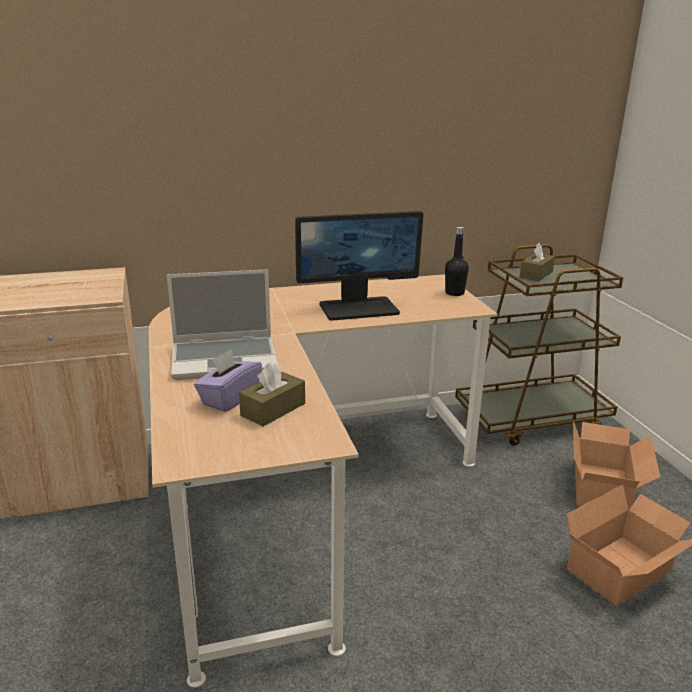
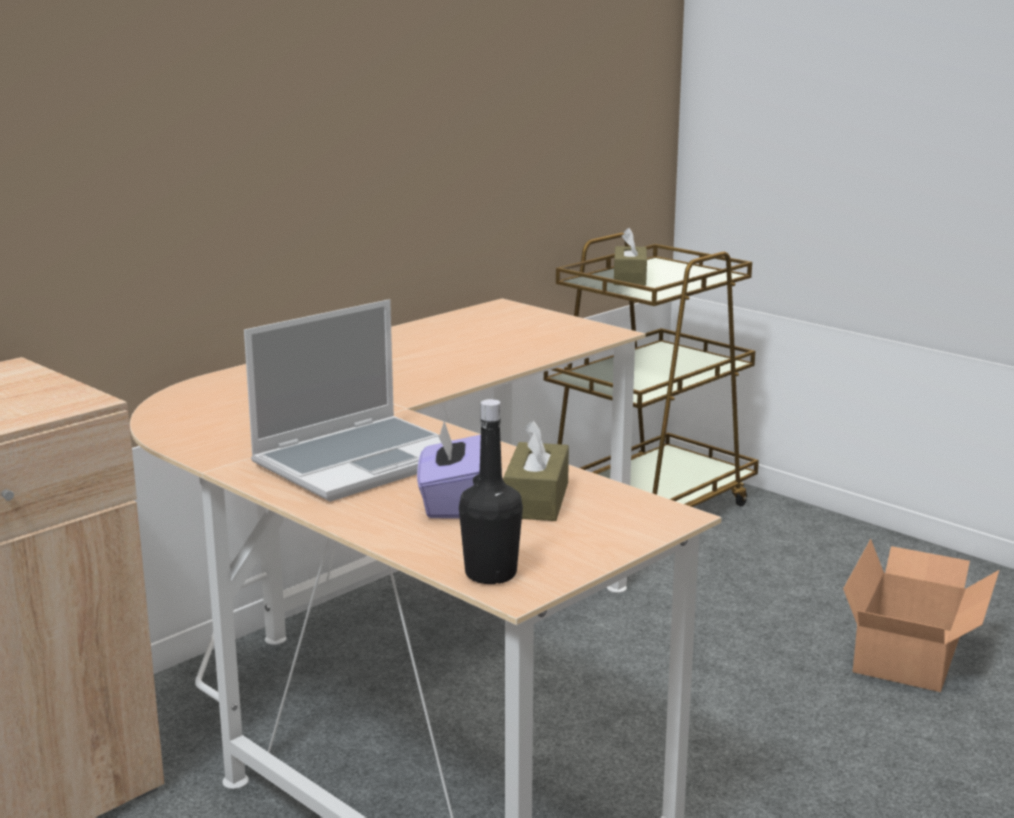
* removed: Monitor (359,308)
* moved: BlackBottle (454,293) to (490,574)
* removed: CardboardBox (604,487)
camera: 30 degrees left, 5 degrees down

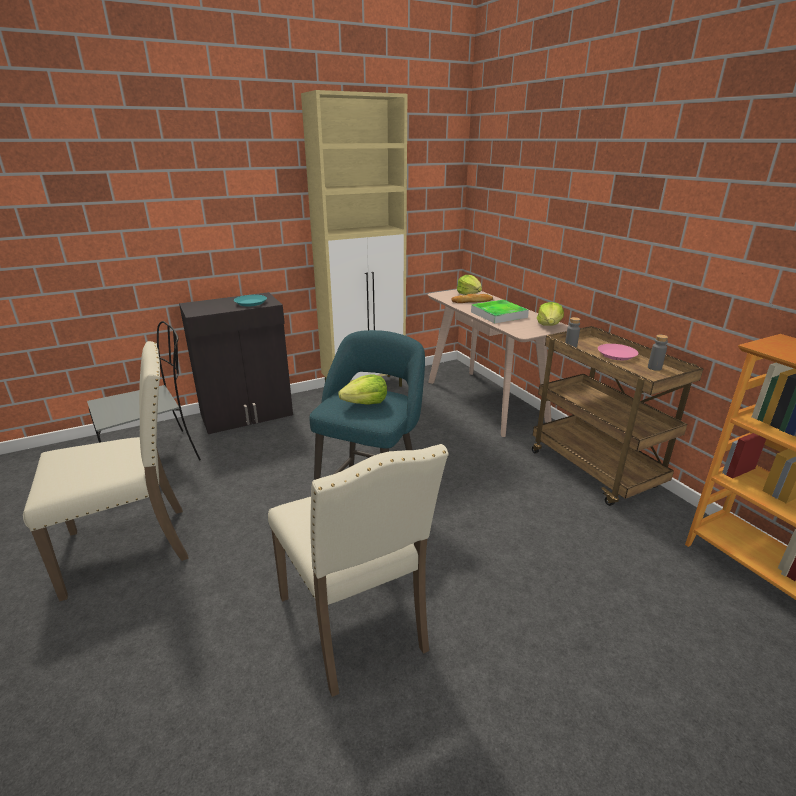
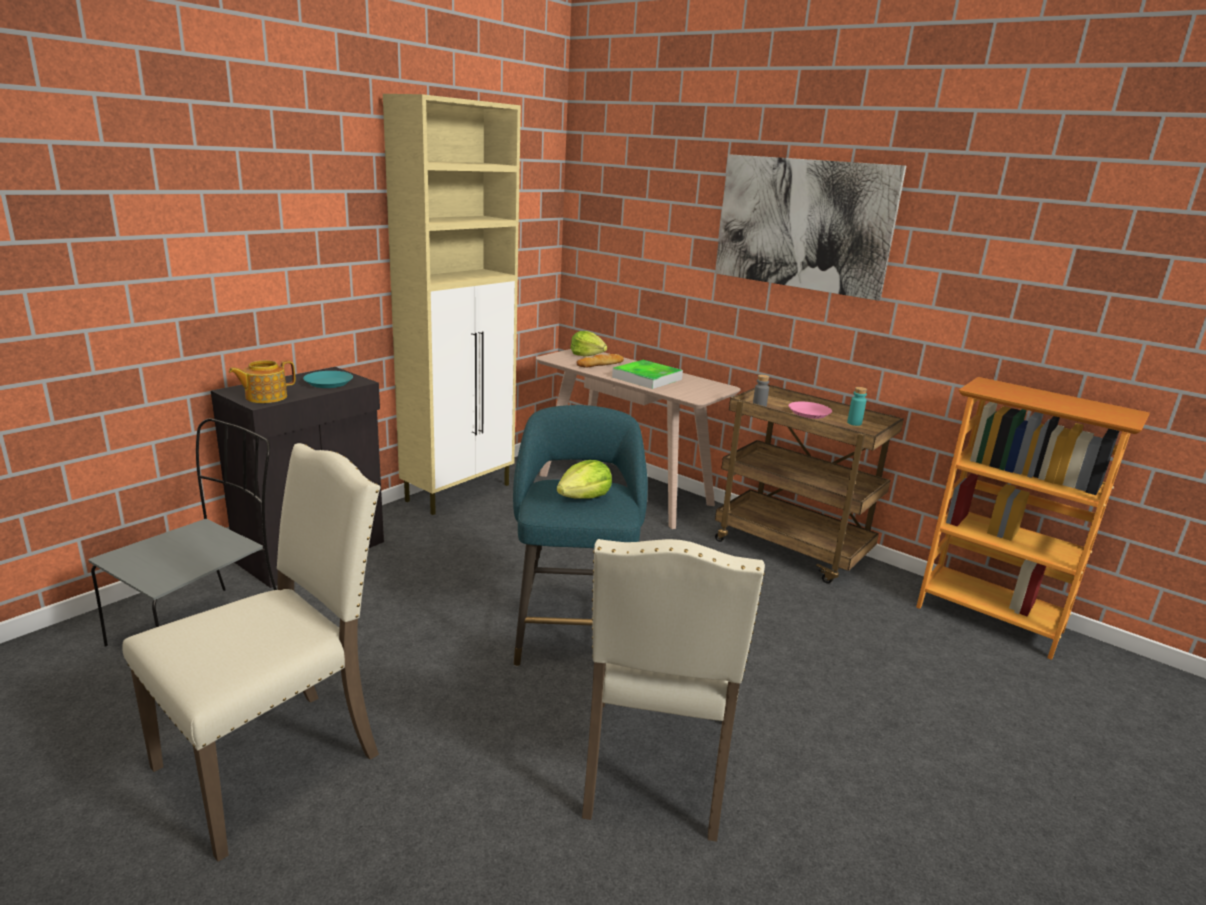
* turned: BeigeChair (356,623) = (656,768) 60 degrees clockwise
* removed: Lettuce (549,325)
* recoloured: GreyBottle (654,368) to TurquoiseBottle (854,423)
* added: Teapot (265,397)
* added: Picture (802,224)
camera: 25 degrees left, 5 degrees down

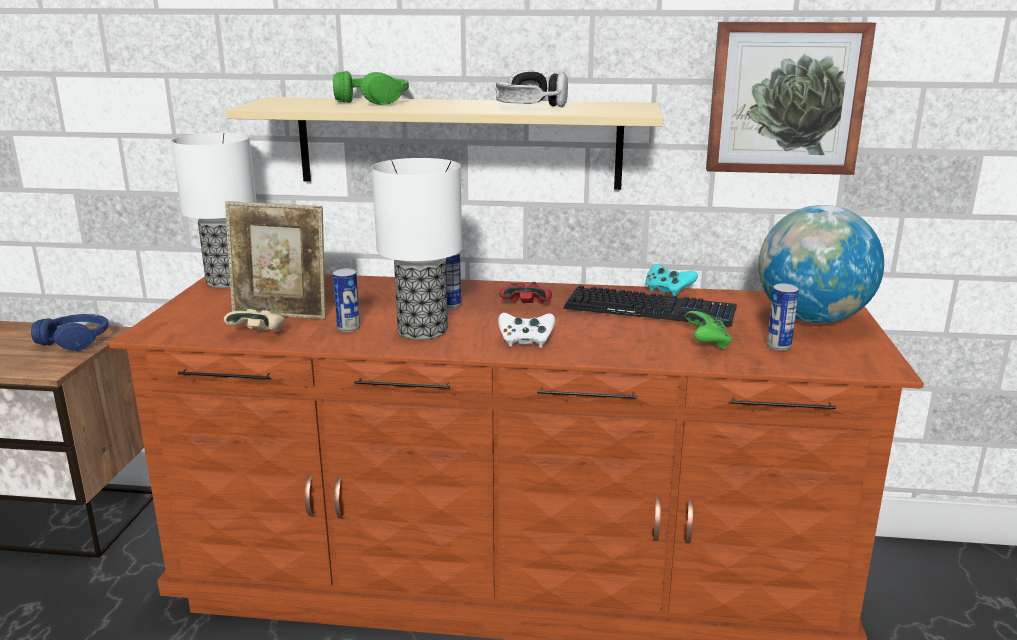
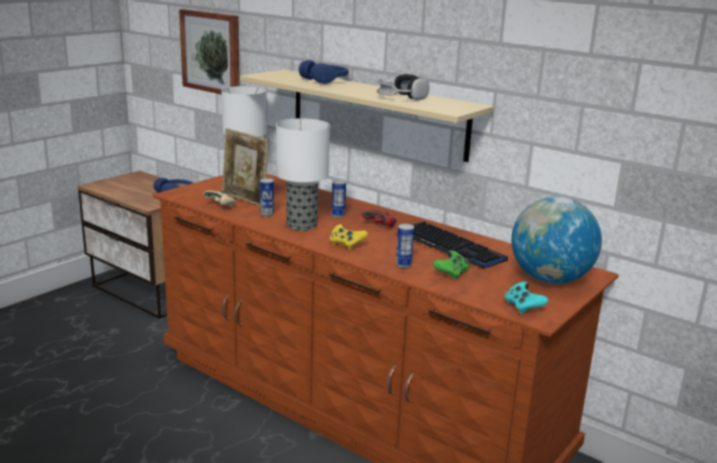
* recoloured: GreenHeadphones (373,101) to BlueHeadphones (325,80)
* recoloured: WhiteGameController (525,342) to YellowGameController (346,245)
* moved: TurquoiseGameController (667,291) to (523,307)
* moved: Picture (785,98) to (212,52)
* moved: Can (778,346) to (403,265)
camera: 30 degrees right, 0 degrees up

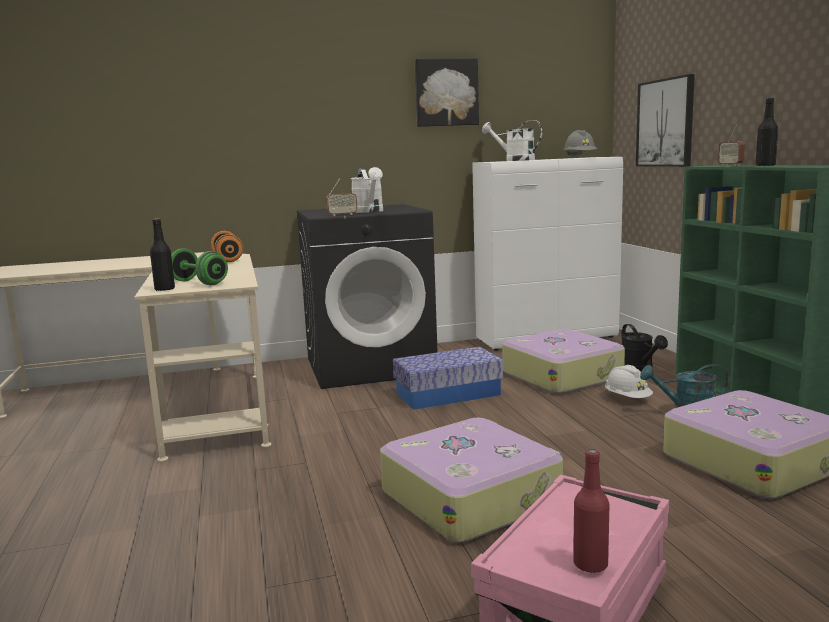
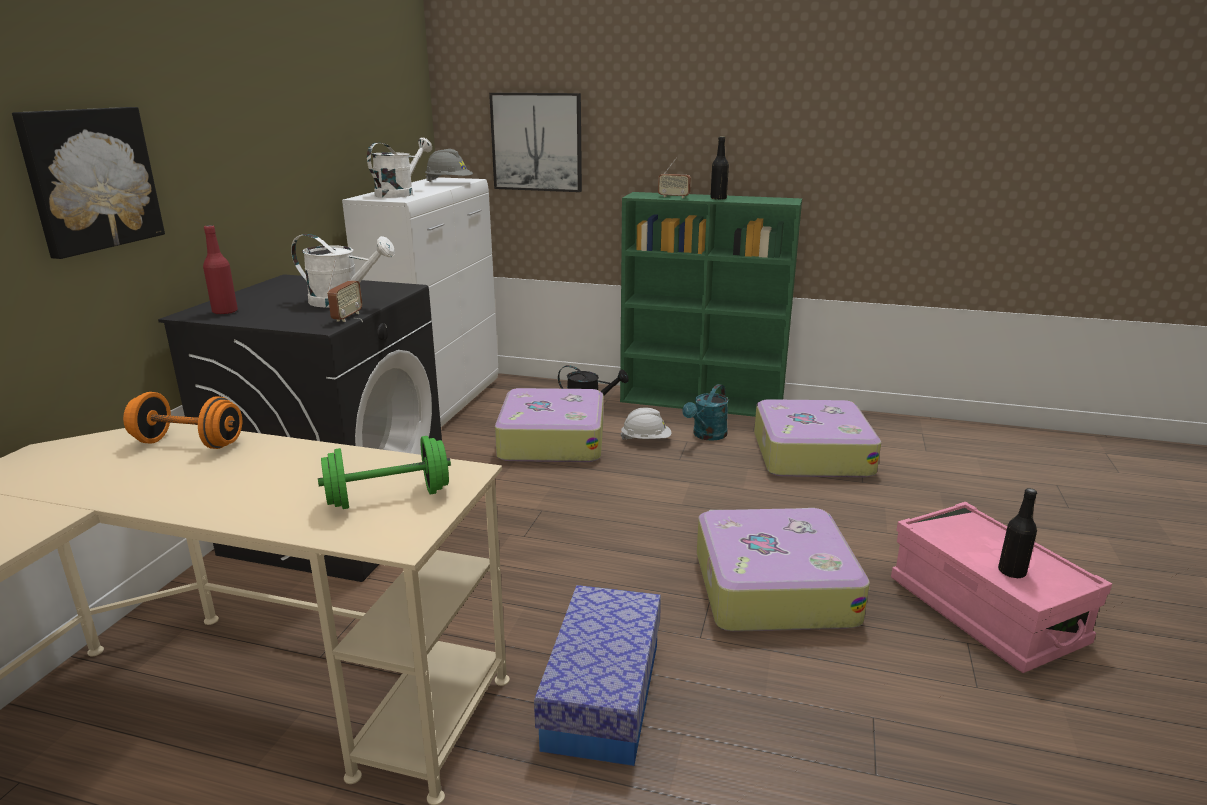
* moved: BlackBottle (164,289) to (1011,572)
* moved: StorageBox (448,394) to (603,694)
* moved: Picture (446,93) to (90,179)
* turned: WhiteWateringCan (514,160) = (399,194) 150 degrees clockwise
* moved: RedBottle (590,564) to (225,312)
camera: 60 degrees left, 10 degrees up

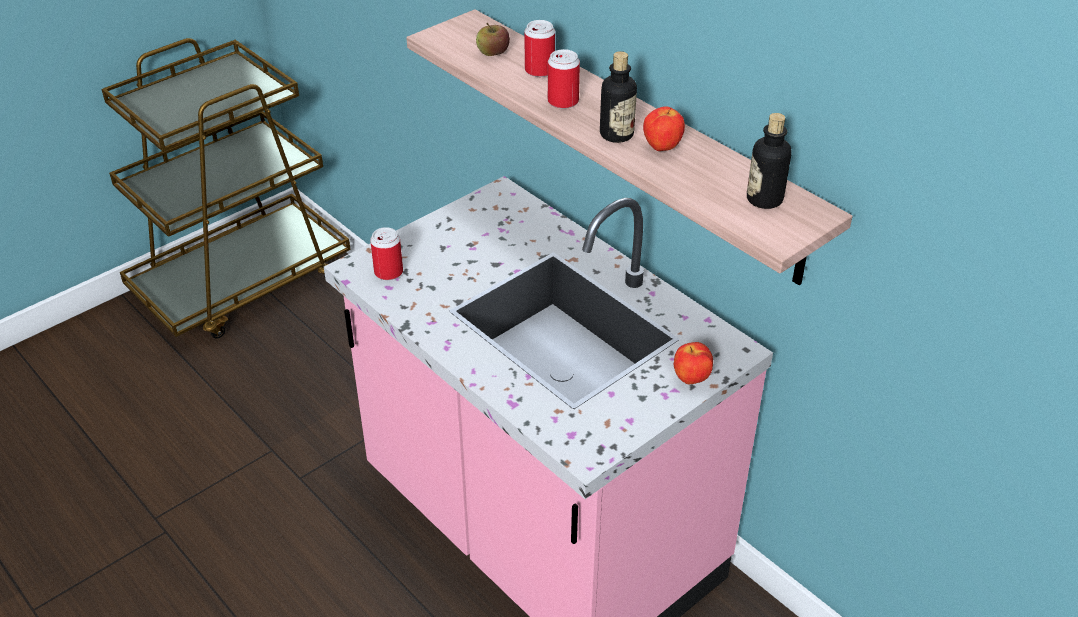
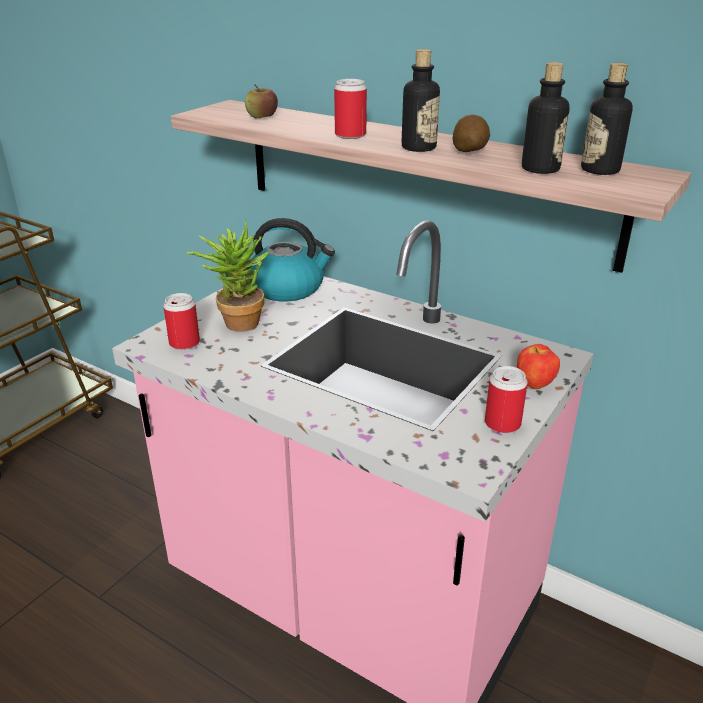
* moved: Can (539,70) to (502,424)
* replaced: Apple (662,147) to Potato (469,151)
* added: PottedPlant (237,321)
* added: Kettle (288,288)
* added: Bottle (540,169)
camera: 15 degrees left, 10 degrees down

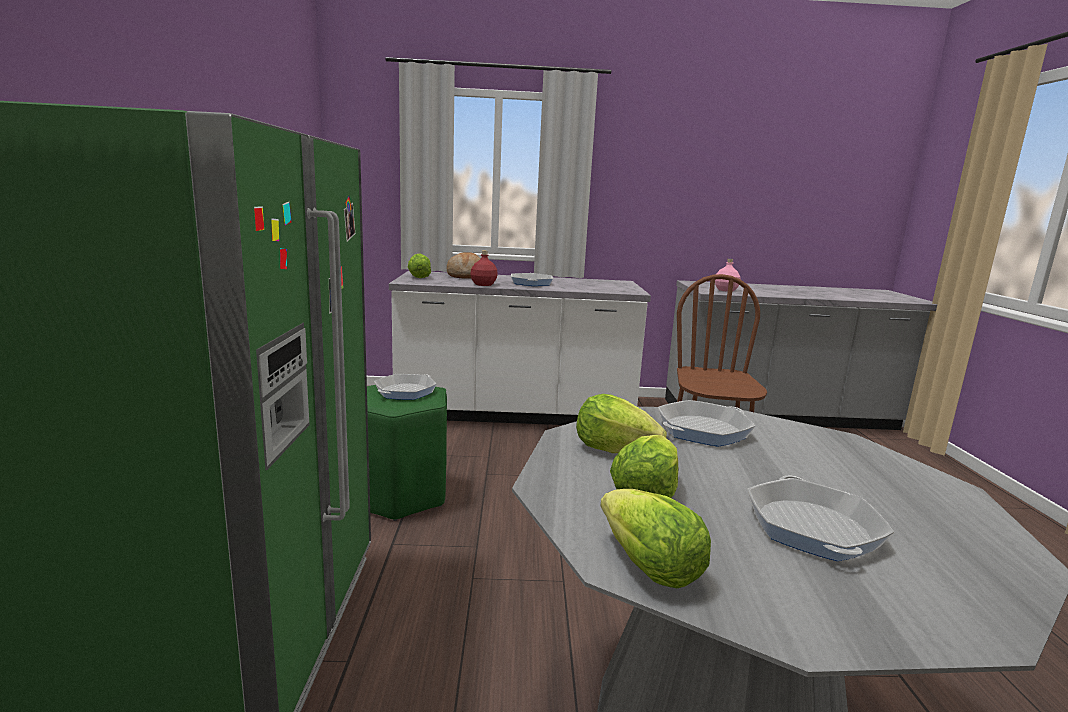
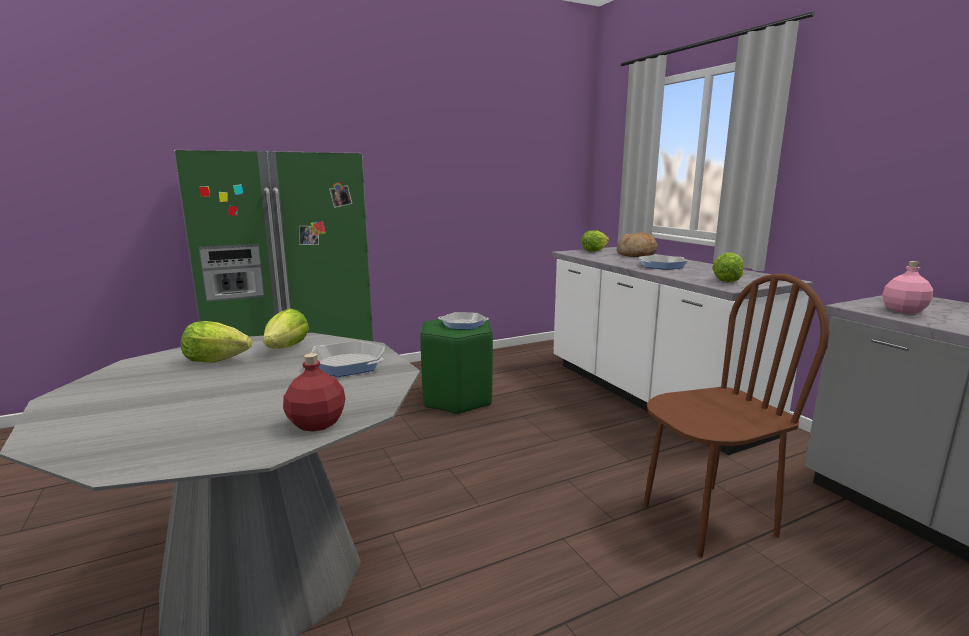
* moved: RedBottle (483,284) to (317,423)
* moved: Lettuce (649,568) to (727,280)
* removed: FryingPan (812,527)
camera: 65 degrees right, 0 degrees up

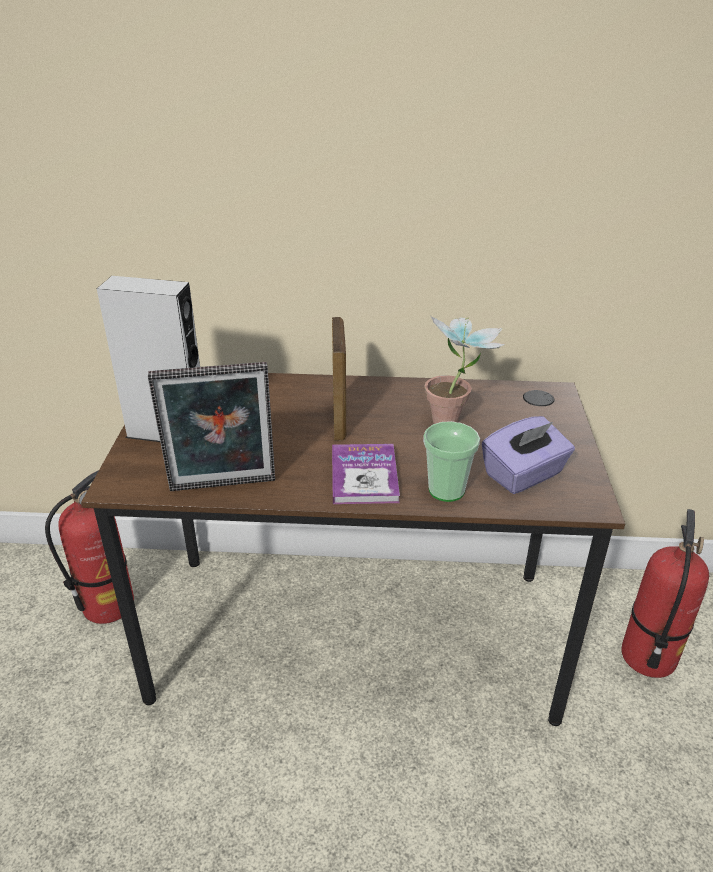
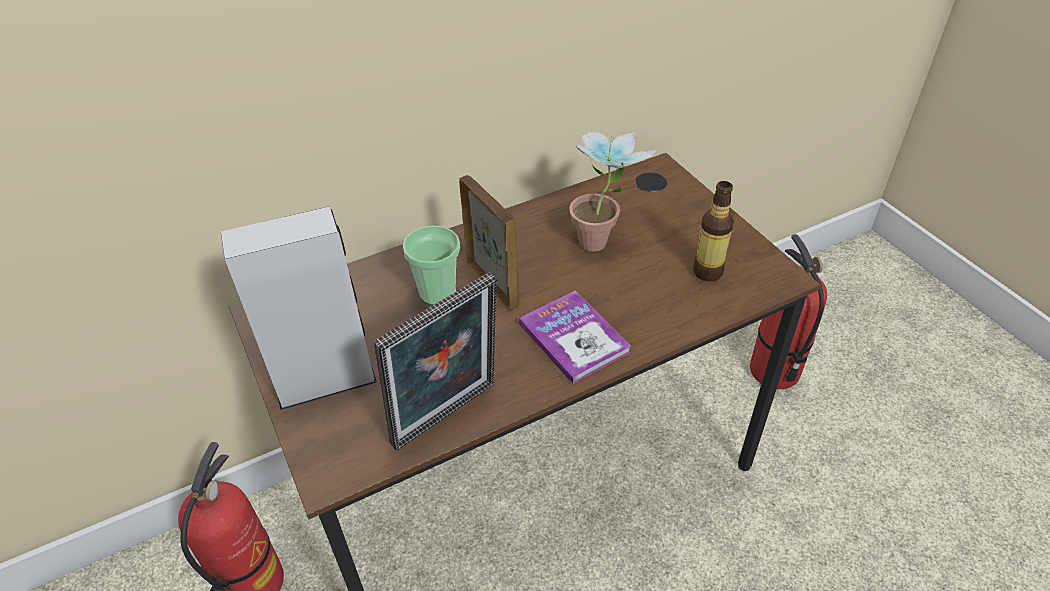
* moved: Cup (446,490) to (438,293)
* replaced: PurpleTissueBox (524,475) to Bottle (707,272)
camera: 30 degrees left, 10 degrees up

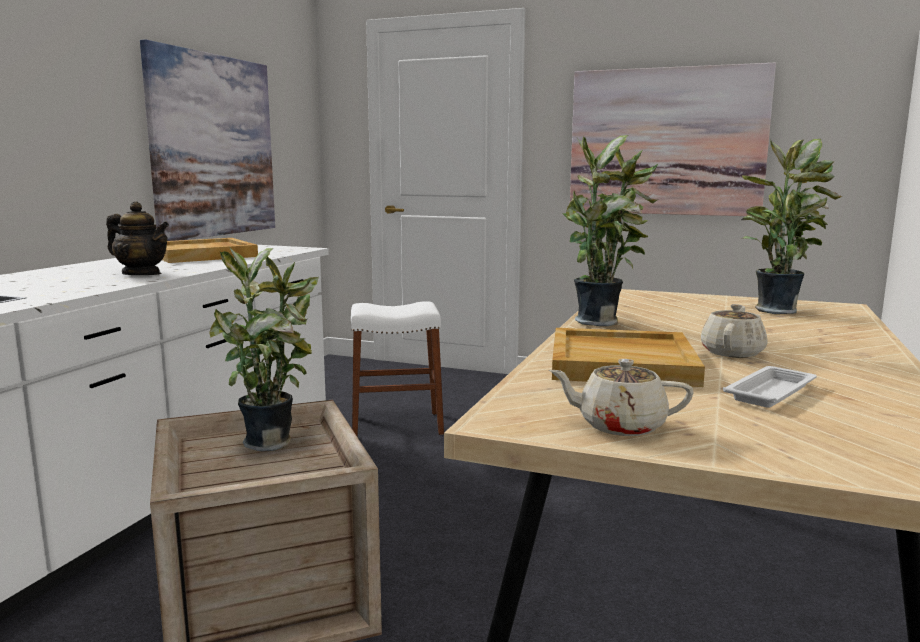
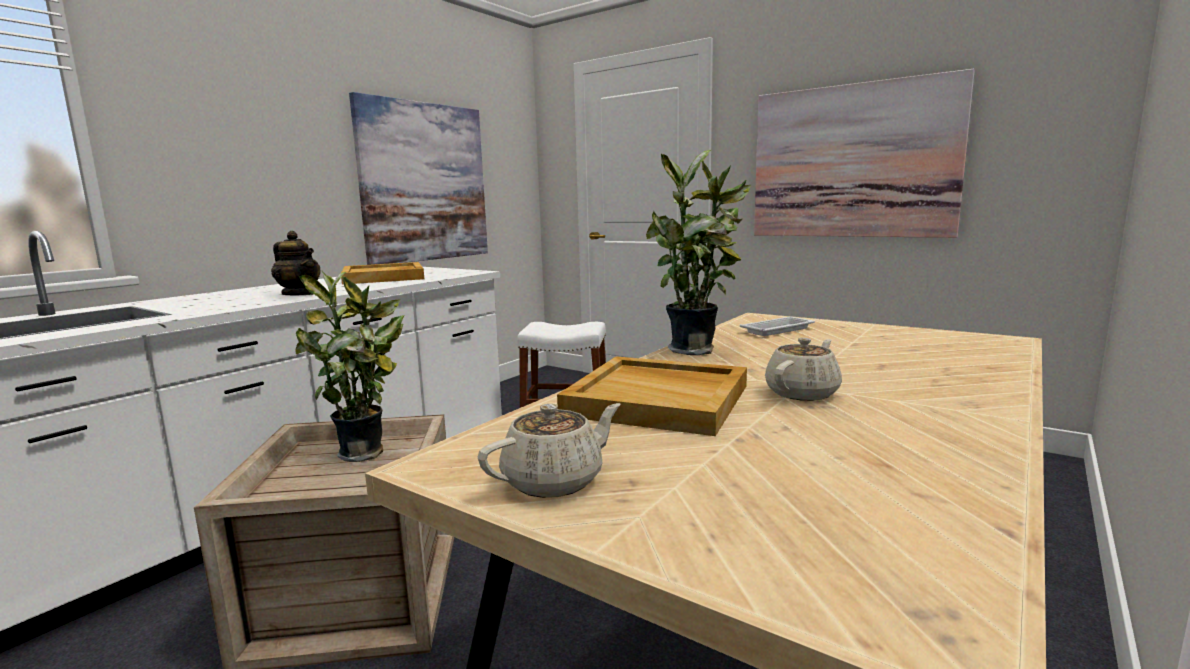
* turned: BeigeTeapot (619,425) = (555,481) 120 degrees clockwise
* moved: WhiteTray (771,392) to (778,330)
* removed: PottedPlant (777,310)
camera: 15 degrees right, 0 degrees up

